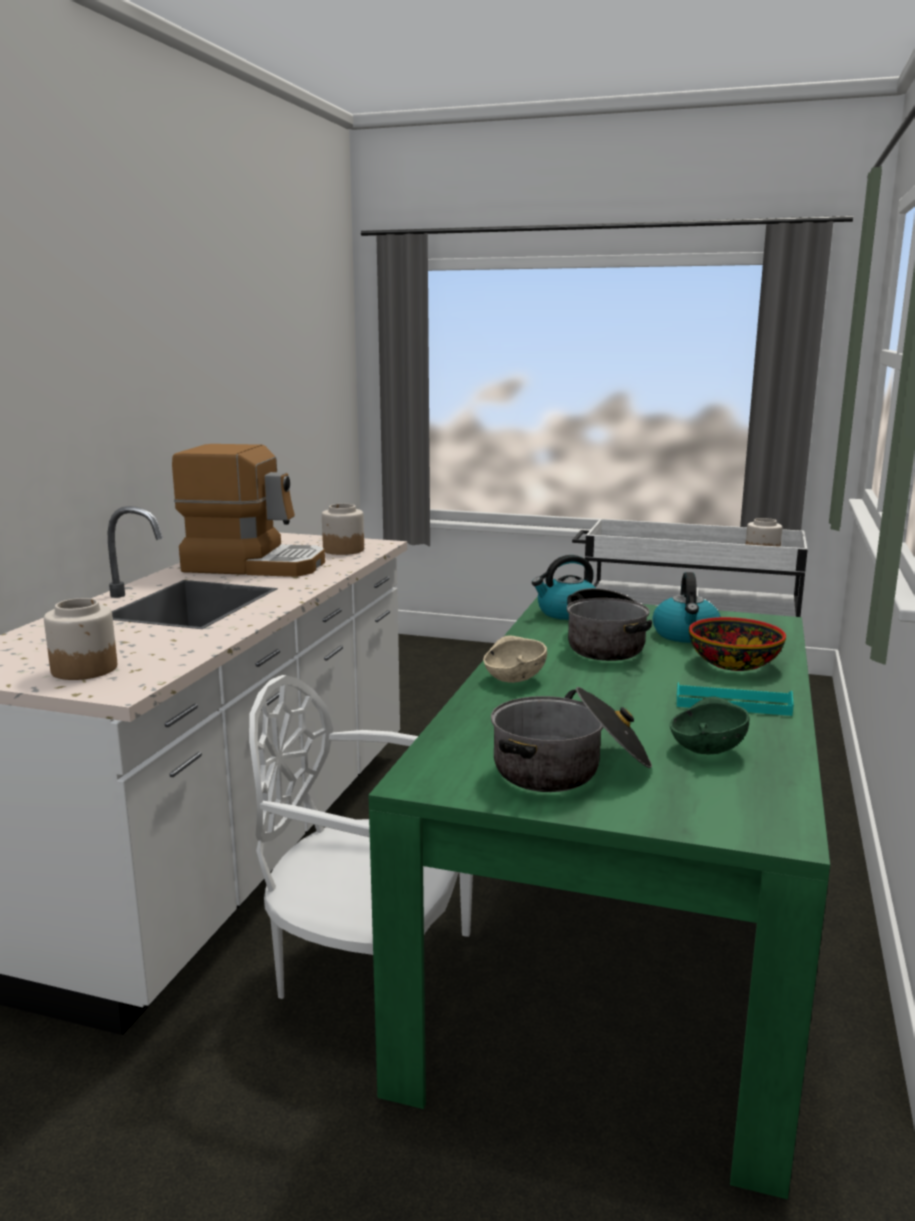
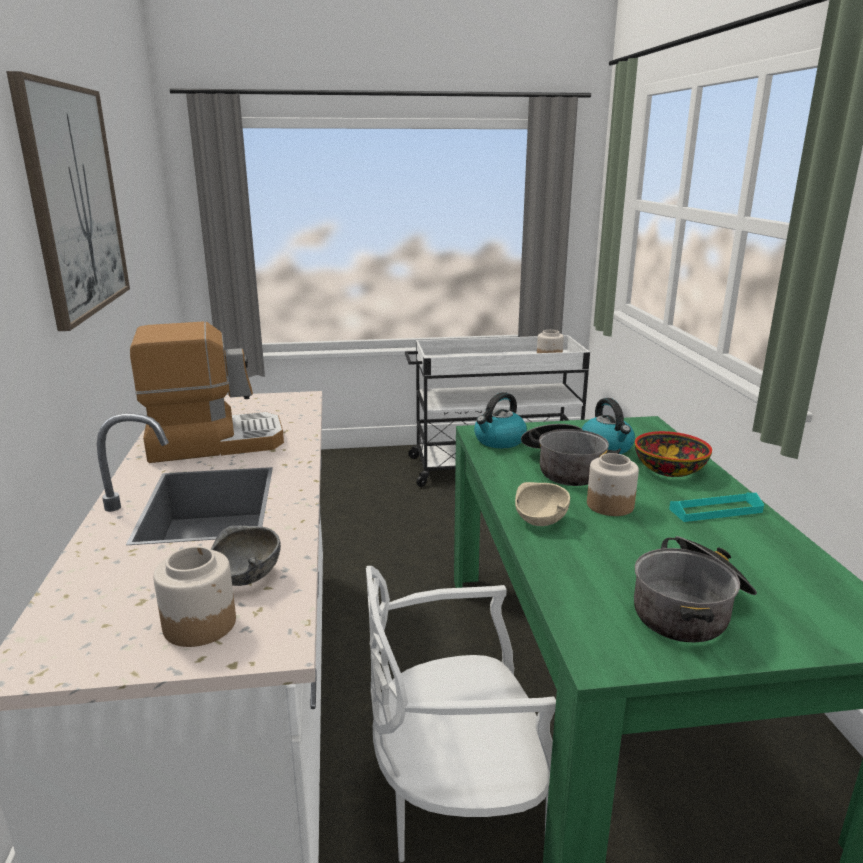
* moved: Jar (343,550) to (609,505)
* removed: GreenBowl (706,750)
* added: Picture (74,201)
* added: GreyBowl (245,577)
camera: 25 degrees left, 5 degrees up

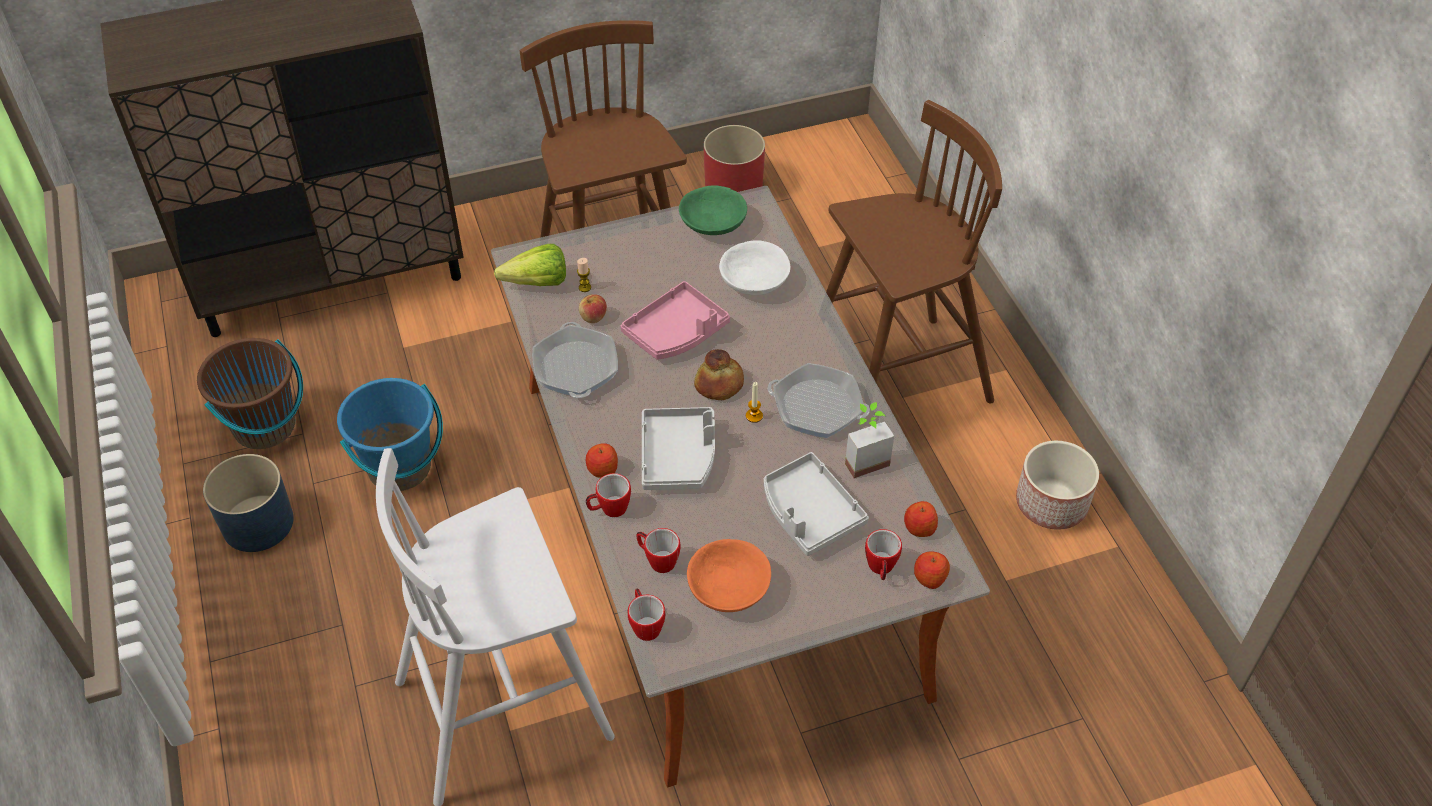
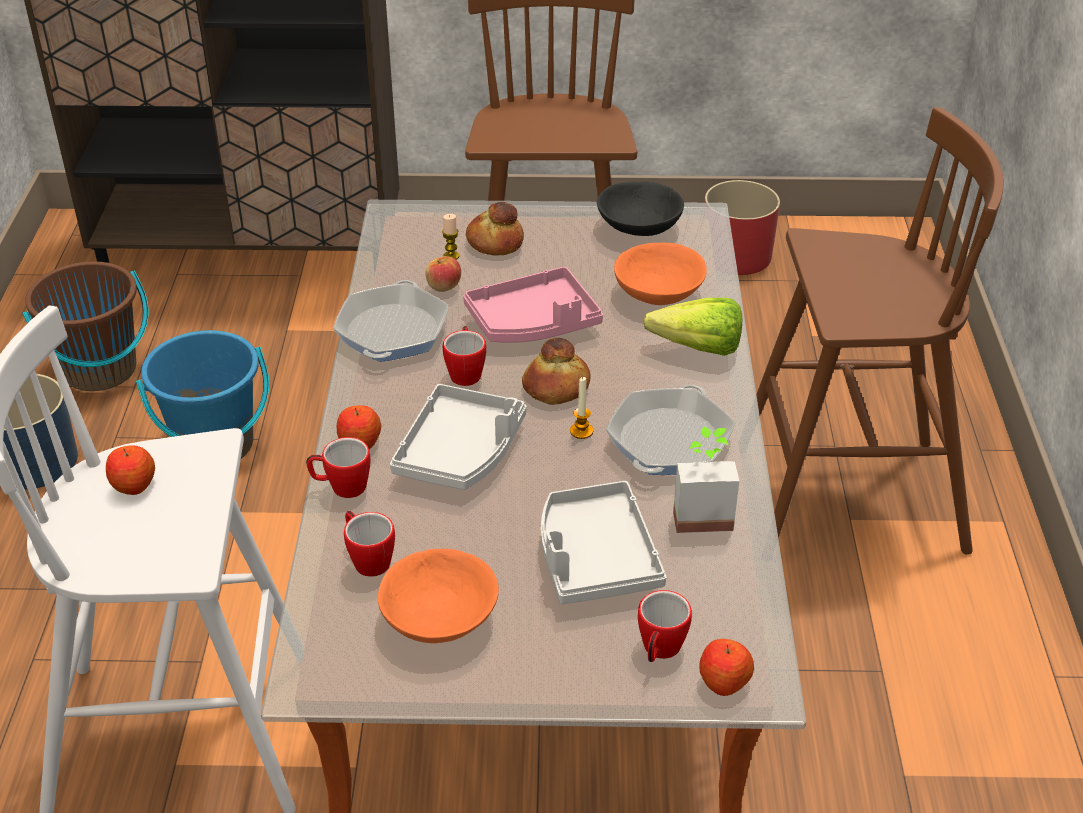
* moved: Lettuce (531,283) to (690,347)
* moved: Mug (645,624) to (465,372)
* recoloured: GreenBowl (712,224) to BlackBowl (638,227)
* recoloured: WhiteBowl (755,282) to OrangeBowl (659,293)
* turned: FryingPan (817,407) = (669,441) 105 degrees counterclockwise
* moved: Apple (919,527) to (133,484)
* removed: Planter (1052,503)
* added: Bread (494,242)
camera: 20 degrees right, 10 degrees down

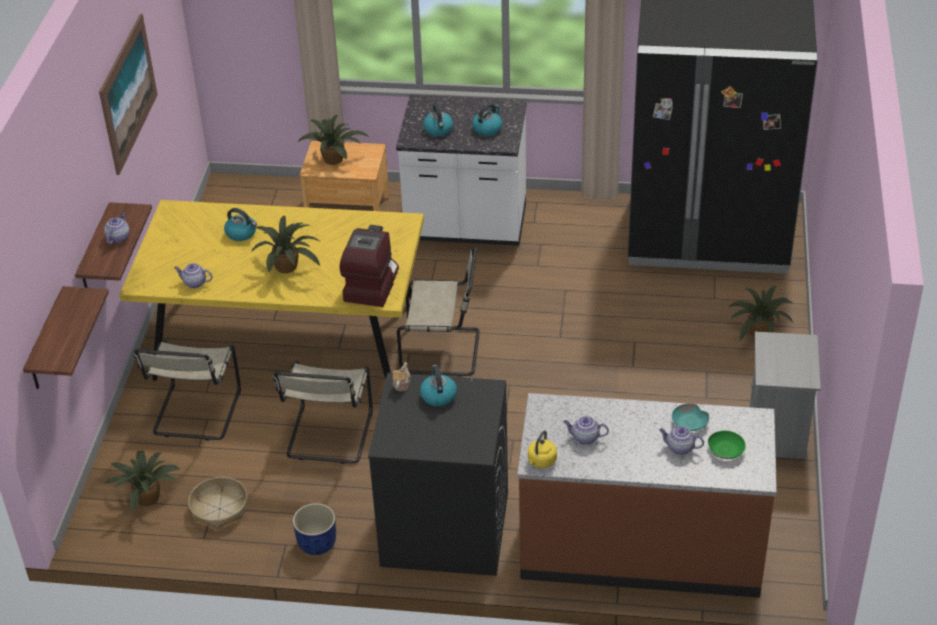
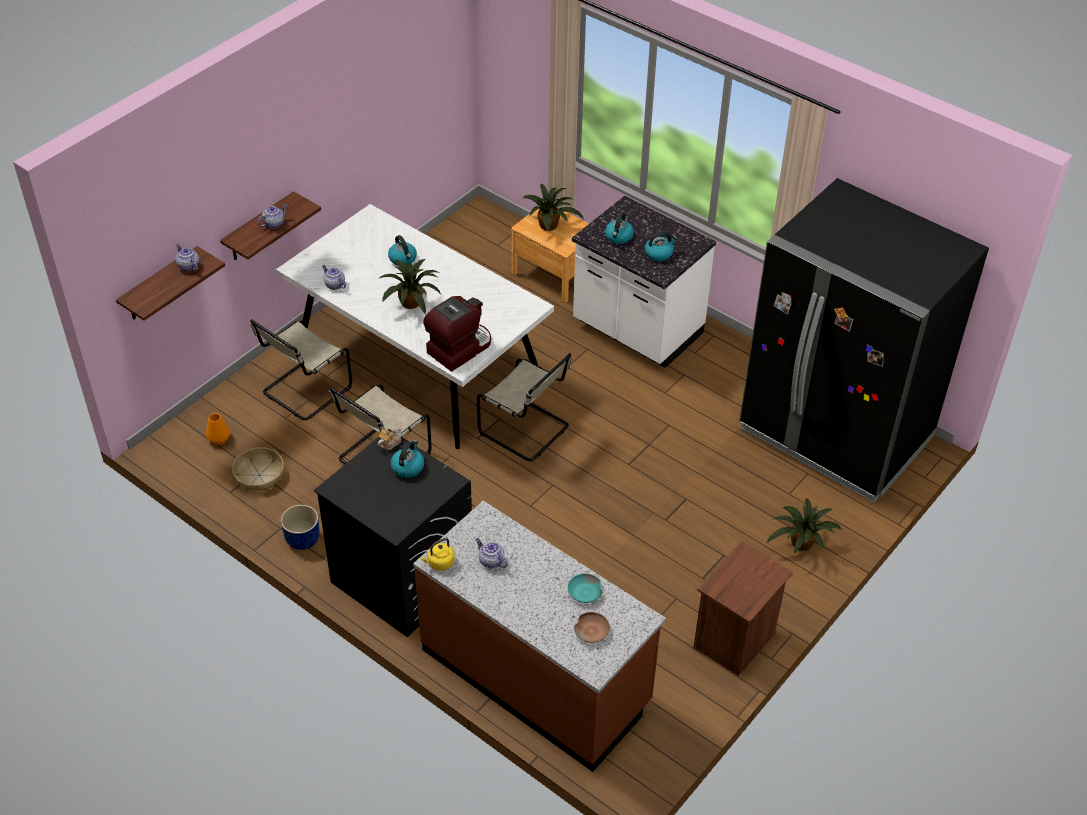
* removed: Picture (128,93)
* replaced: PottedPlant (146,497) to OrangeVase (219,439)
* recoloured: YellowDiningTable (286,340) to WhiteDiningTable (417,362)
* moved: Teapot (679,448) to (188,266)
* recoloured: GreenBowl (725,449) to BrownBowl (592,631)
* recoloured: GreyNightstand (778,433) to BrownNightstand (735,641)
camera: 30 degrees right, 5 degrees up

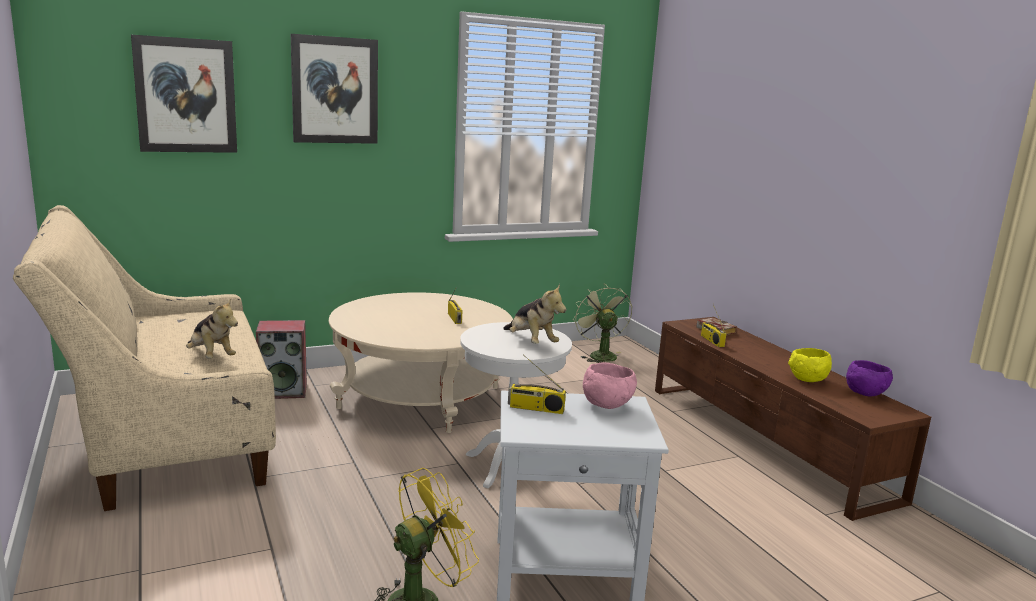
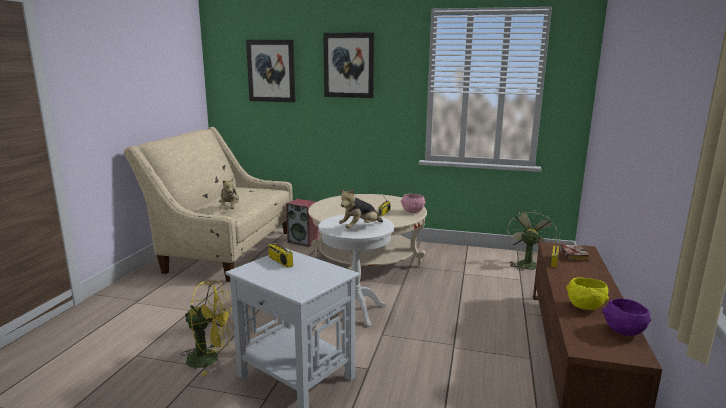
* turned: PlushToy (531,342) = (360,228) 45 degrees clockwise
* moved: PinkBowl (607,405) to (412,212)
camera: 40 degrees right, 0 degrees up

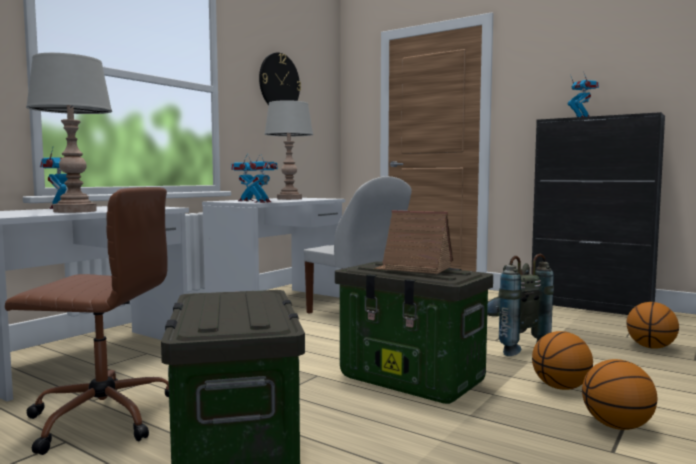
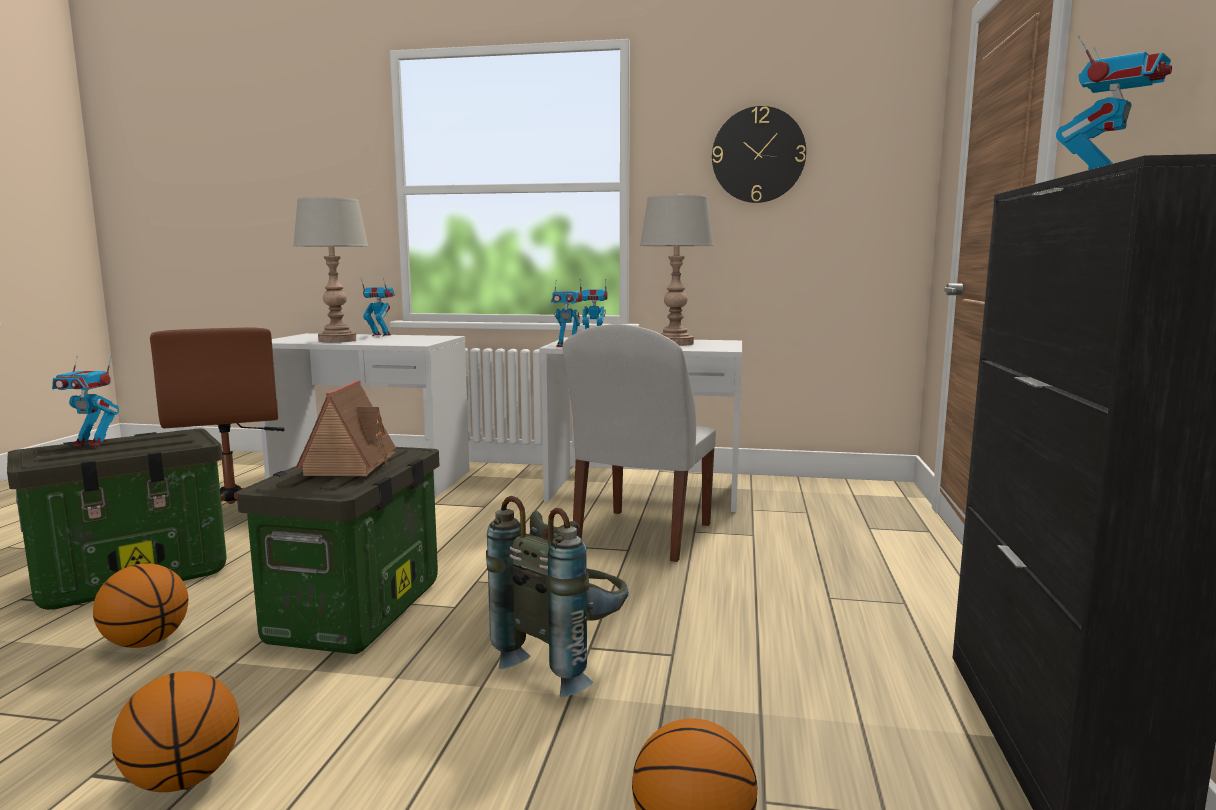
* moved: Basketball (560,387) to (146,642)
* added: ToyRobot (92,443)
camera: 65 degrees right, 5 degrees up

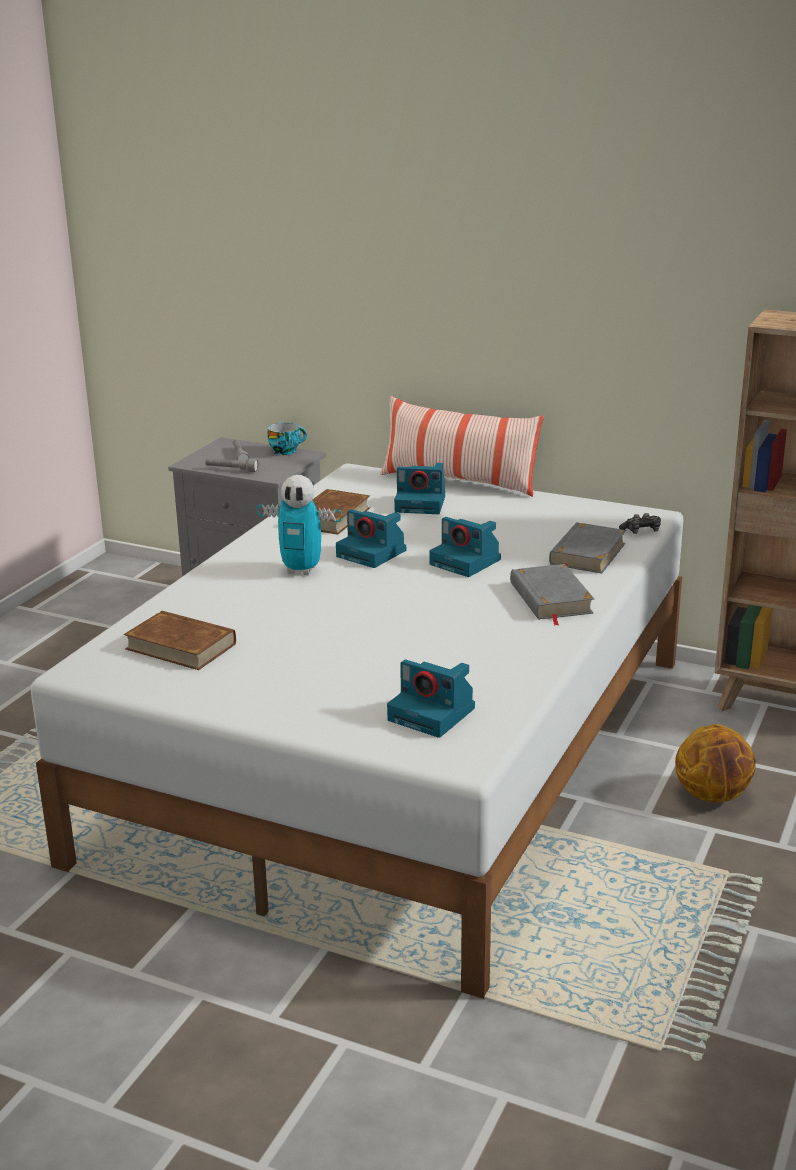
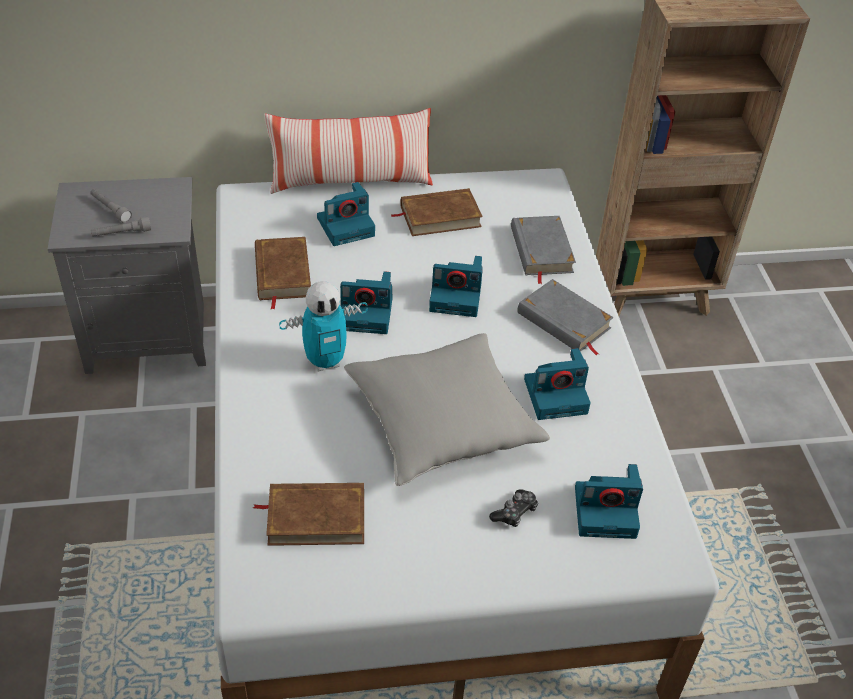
* removed: Cup (286,451)
* moved: GameController (641,531) to (515,513)
* removed: Basketball (713,795)
* added: GreyPillow (442,422)
* added: BrownBook (440,216)
* added: PhotoCamera (557,395)
camera: 35 degrees left, 20 degrees up

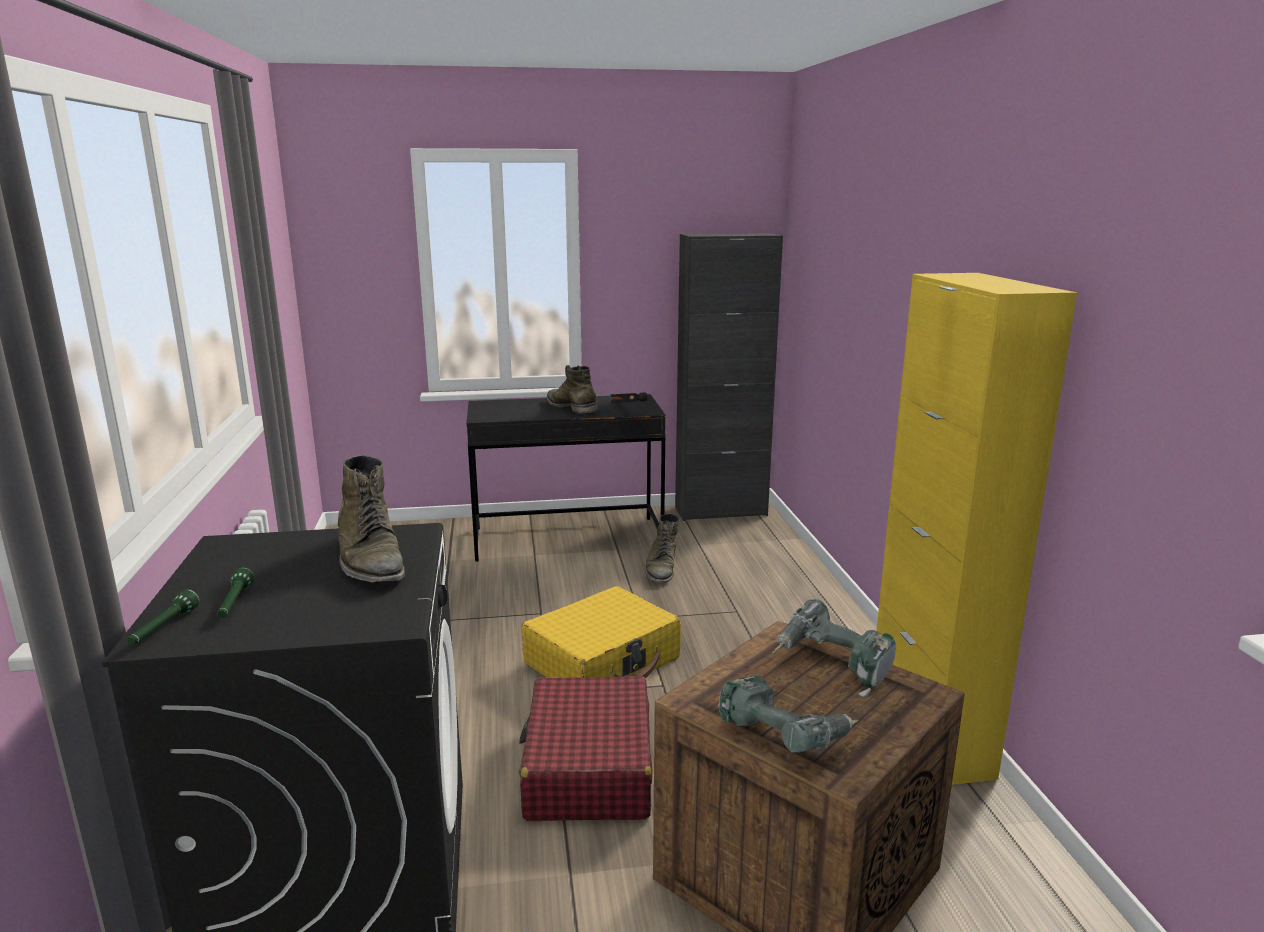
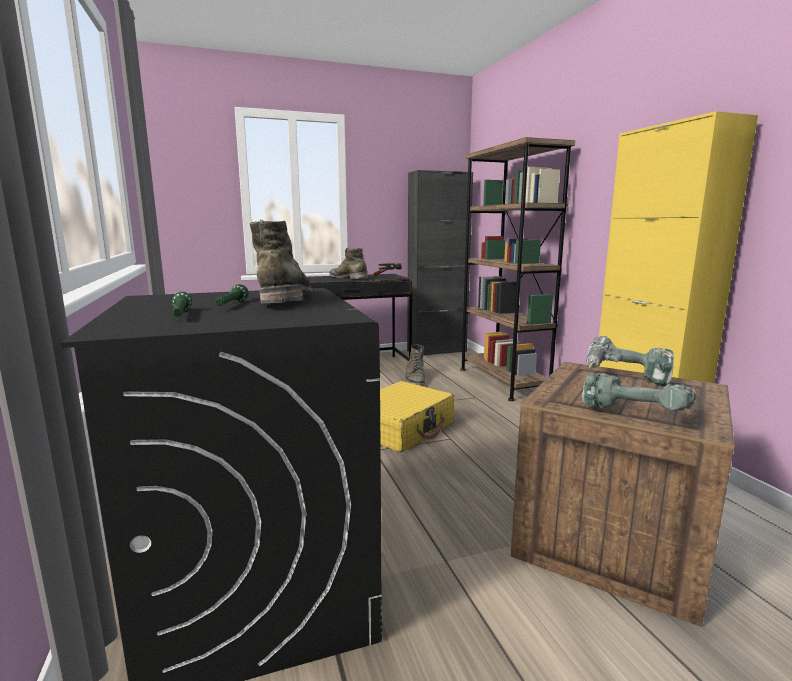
* moved: GreenFlashlight (164,628) to (231,305)
* turned: GreenBoot (370,560) = (285,298) 150 degrees counterclockwise
* removed: RedSuitcase (588,768)
* added: BrownBookcase (502,381)
camera: 10 degrees left, 5 degrees down

